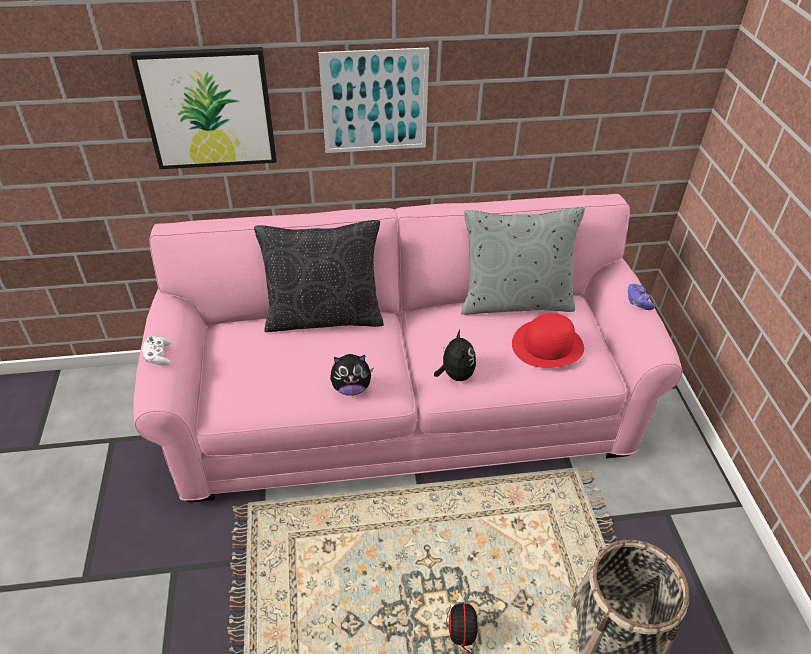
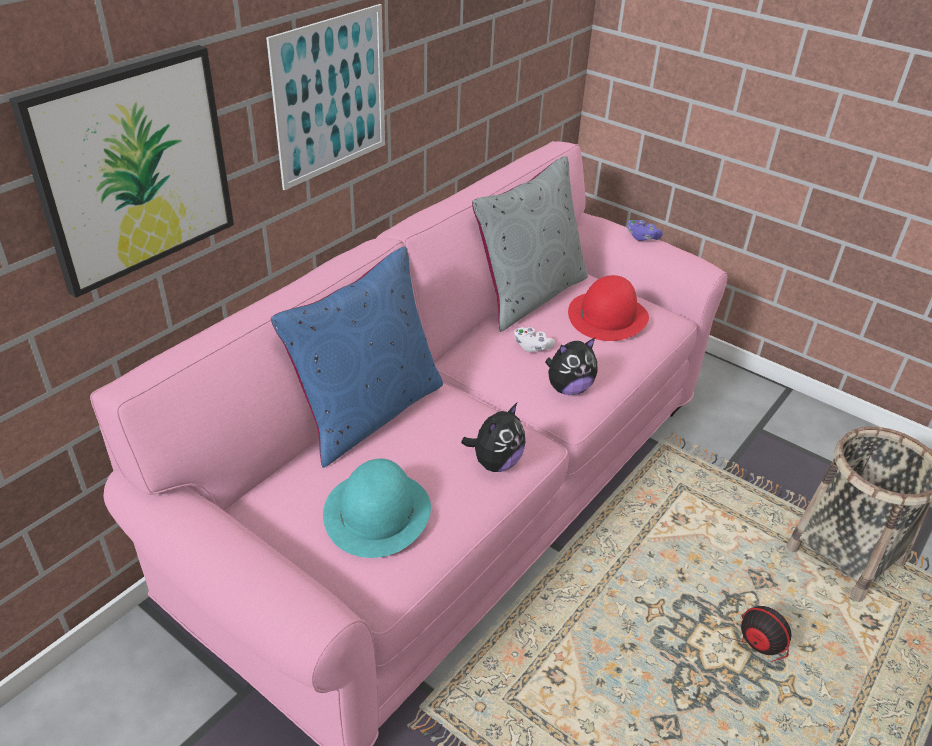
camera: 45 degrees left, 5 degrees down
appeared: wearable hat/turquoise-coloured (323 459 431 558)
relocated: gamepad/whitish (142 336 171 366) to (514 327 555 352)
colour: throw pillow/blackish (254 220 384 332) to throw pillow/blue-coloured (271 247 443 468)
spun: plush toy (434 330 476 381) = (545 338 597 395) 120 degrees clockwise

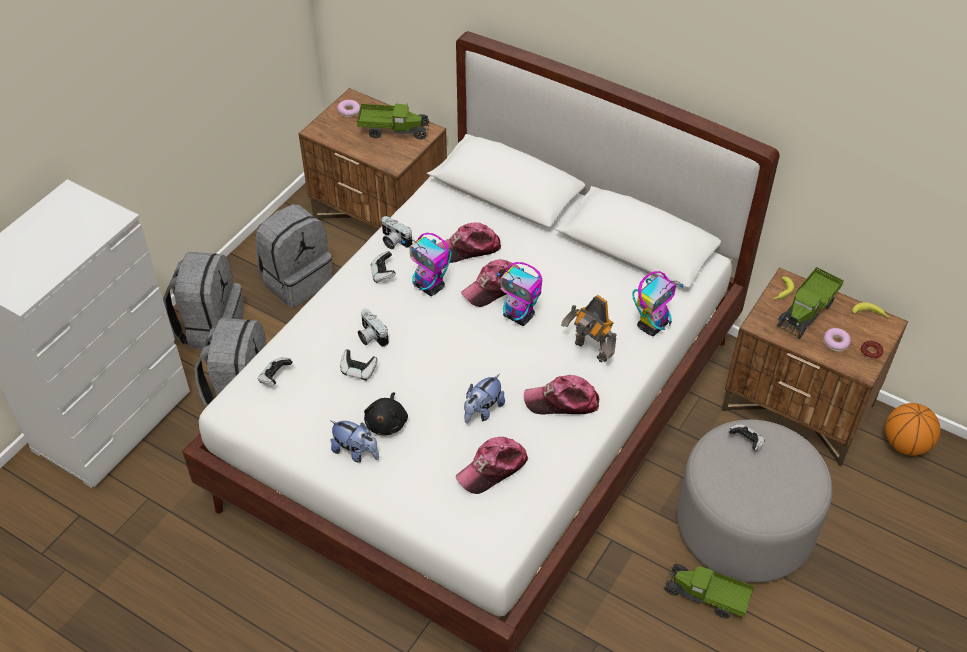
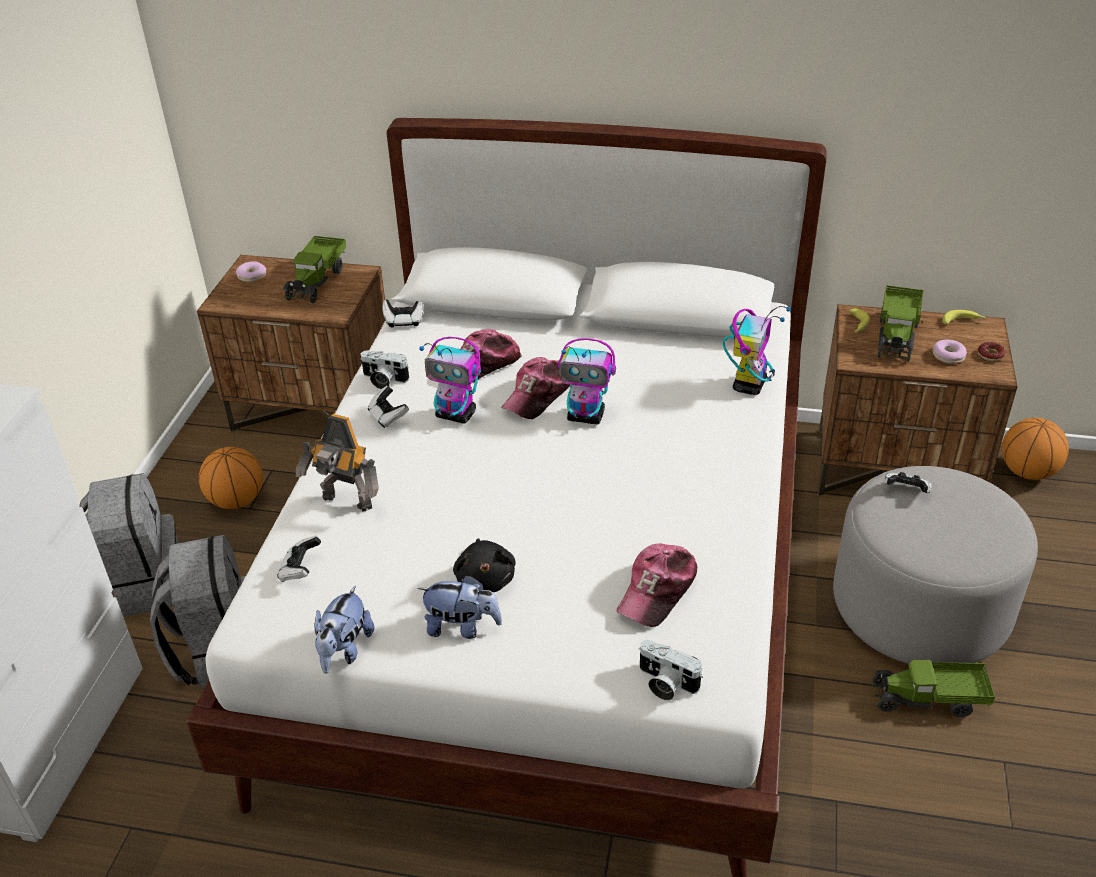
camera: 20 degrees left, 10 degrees down
missing: cap (524 375 599 414)
relocated: gamepad (340 349 378 380) to (382 300 424 327); photo camera (358 309 389 347) to (639 640 703 700); plush toy (464 374 505 424) to (314 585 374 674); robot figure (561 295 617 362) to (296 414 379 511)
exchanged: knapsack/grey (255 204 333 307) to basketball (199 447 263 509)
spun: toy lorry (357 104 429 139) = (283 236 346 303) 120 degrees clockwise

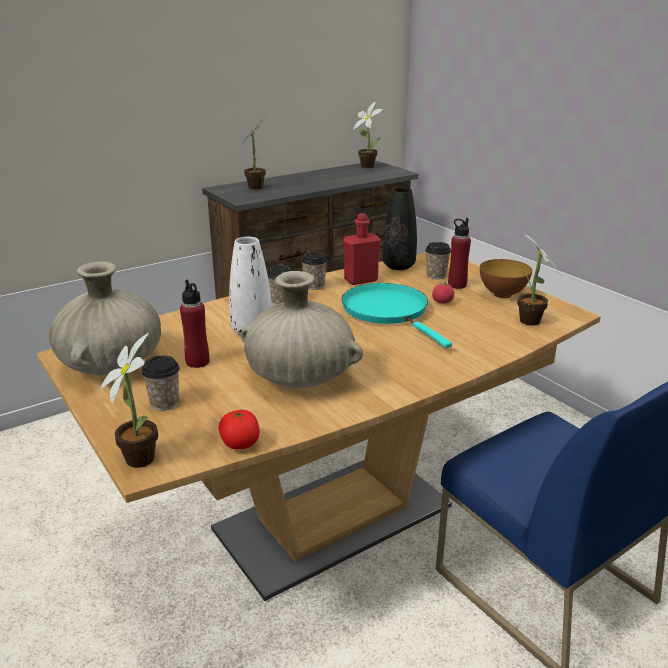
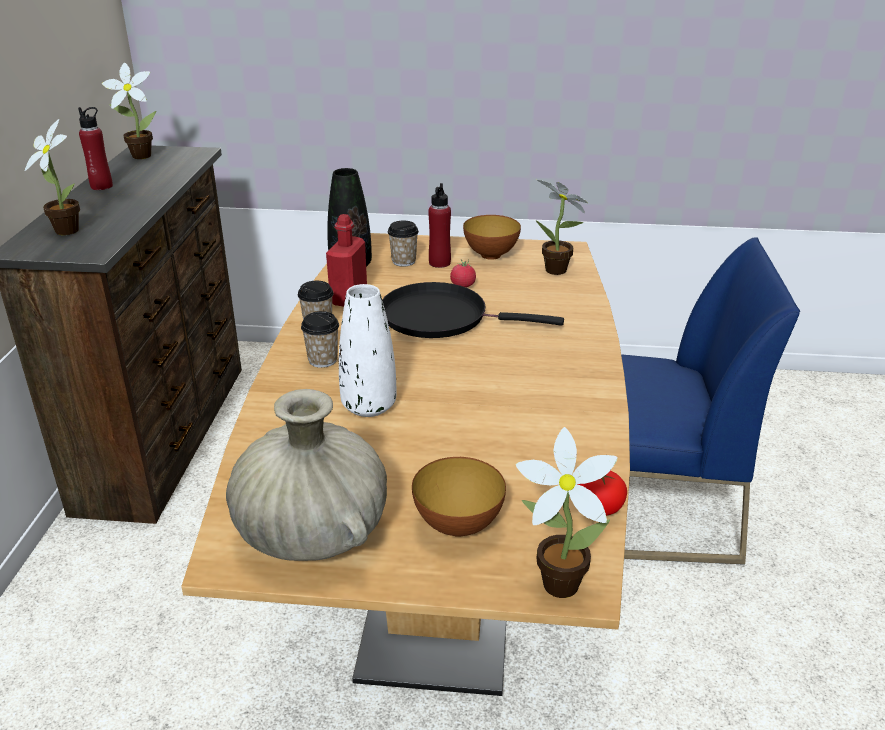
camera: 50 degrees left, 5 degrees up
missing: vase/beige-coloured (241 271 363 388)
relocated: beverage bottle/red (180 280 209 368) to (78 107 113 190)
exchanged: drinking cup (141 356 179 410) to serving bowl (412 457 506 537)
colour: pan/turquoise-coloured (342 283 452 348) to pan/blackish (382 282 564 338)

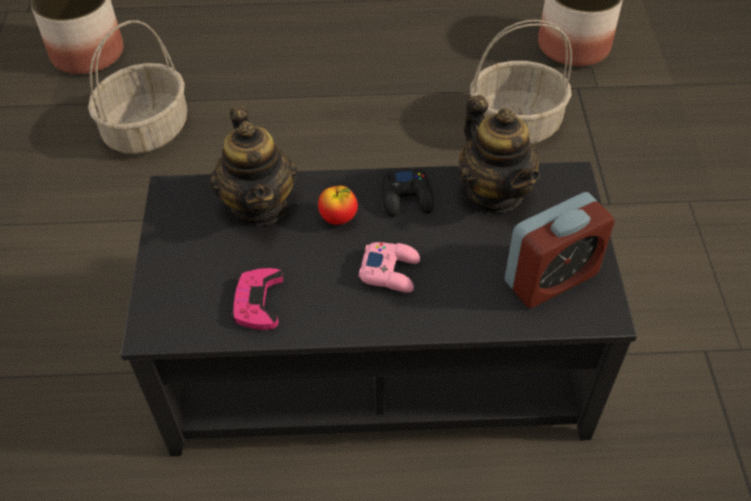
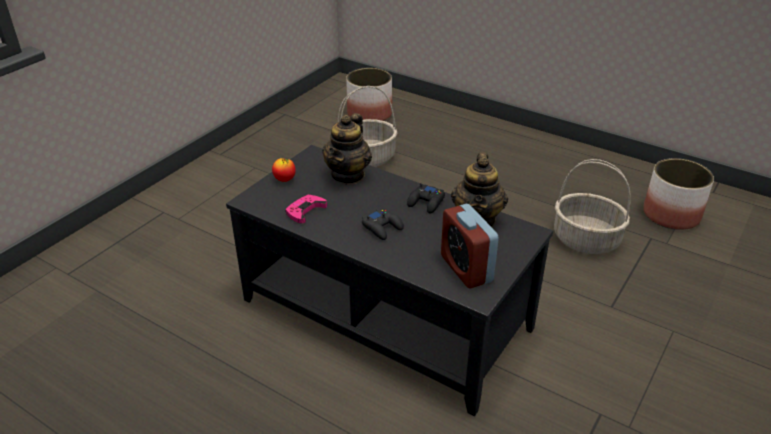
camera: 35 degrees right, 15 degrees down
relocated: apple (318 186 358 225) to (272 158 296 182)
colour: gamepad/pinkish (359 242 420 293) to gamepad/blackish (362 209 404 240)
spun: table clock (505 192 615 308) = (441 204 499 289) 60 degrees clockwise

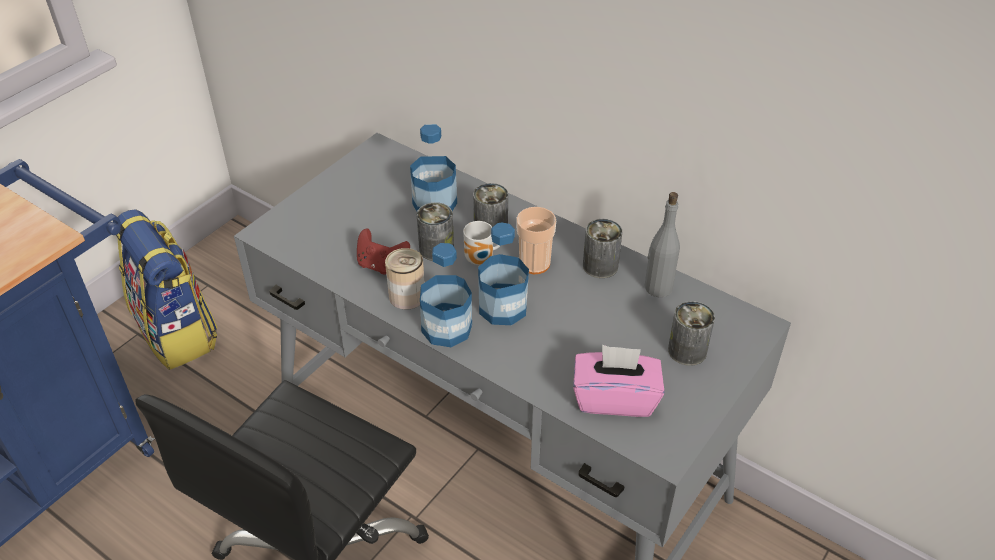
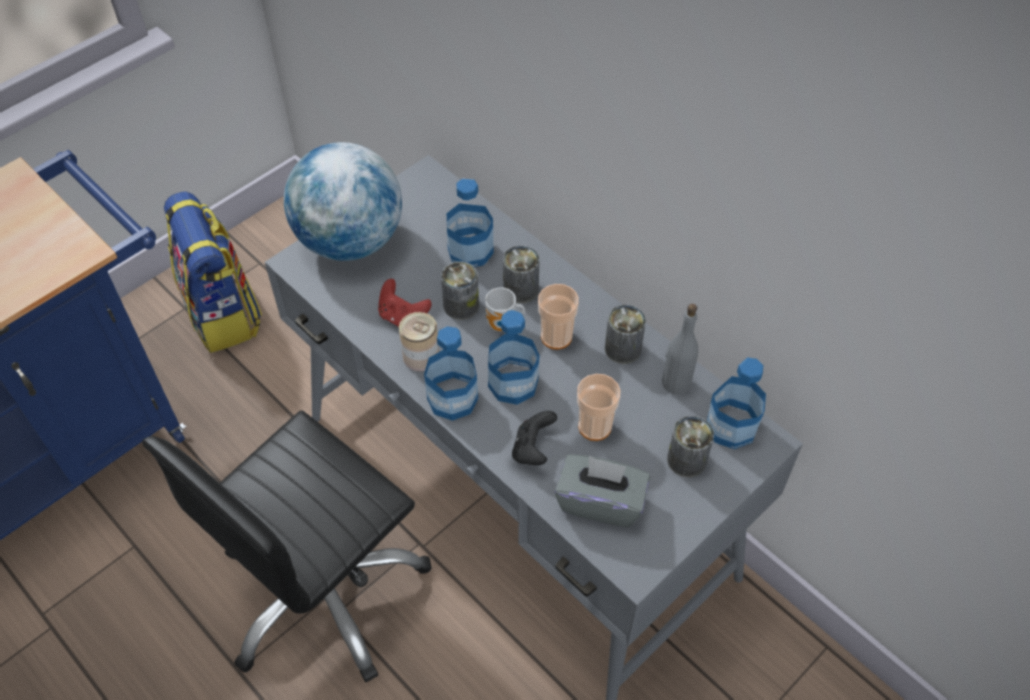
camera: 10 degrees right, 10 degrees up
appeared: world globe (284 142 402 261); gamepad/blackish (512 411 557 465); drinking cup (577 374 621 441); beverage bottle (707 357 766 449)
colour: box of tissues/pinkish (573 345 664 417) to box of tissues/grey (555 454 650 528)

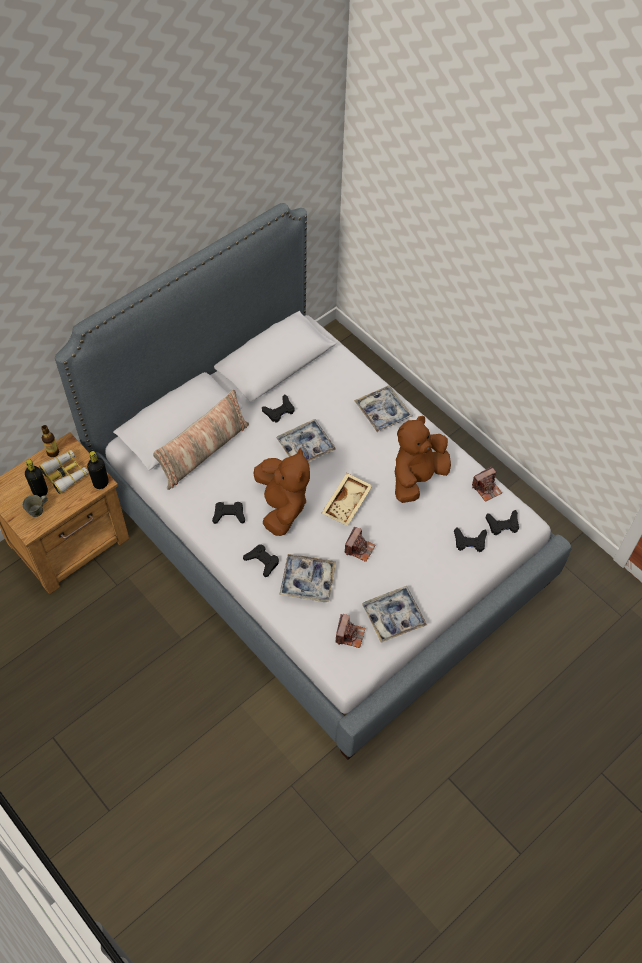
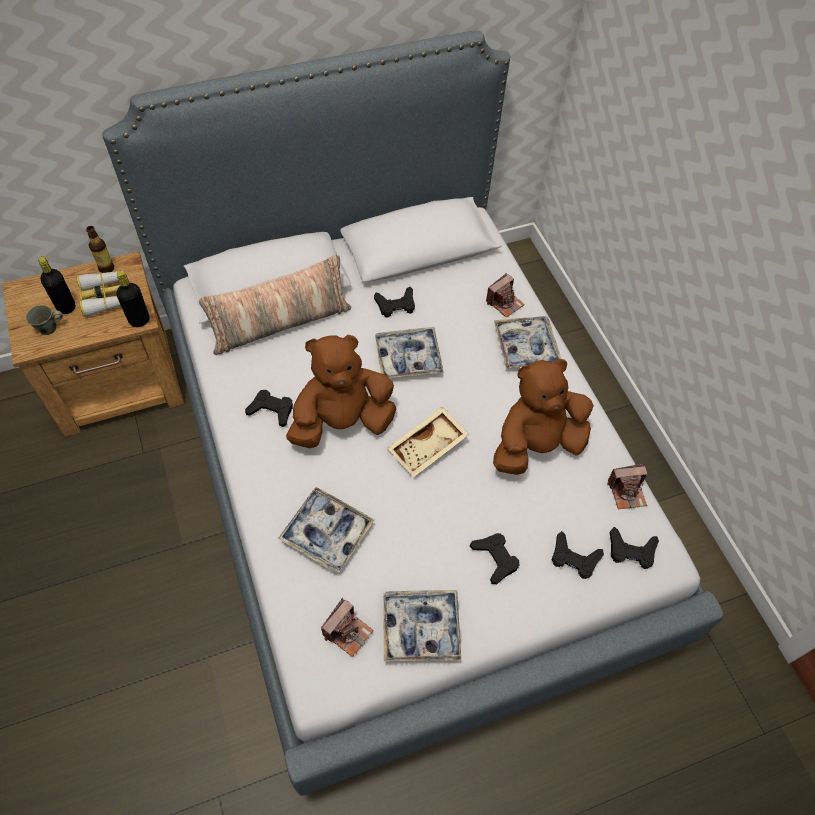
camera: 20 degrees right, 0 degrees up
relocated: gamepad/blackish (243 544 279 577) to (470 533 520 584); photo camera (345 527 376 562) to (486 273 525 318)
spun: plush toy/brown-coloured (253 448 310 536) = (286 335 396 448) 120 degrees counterclockwise

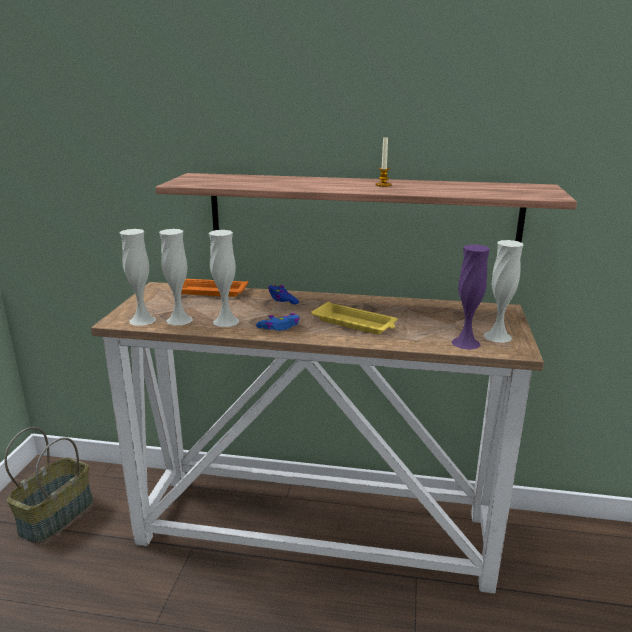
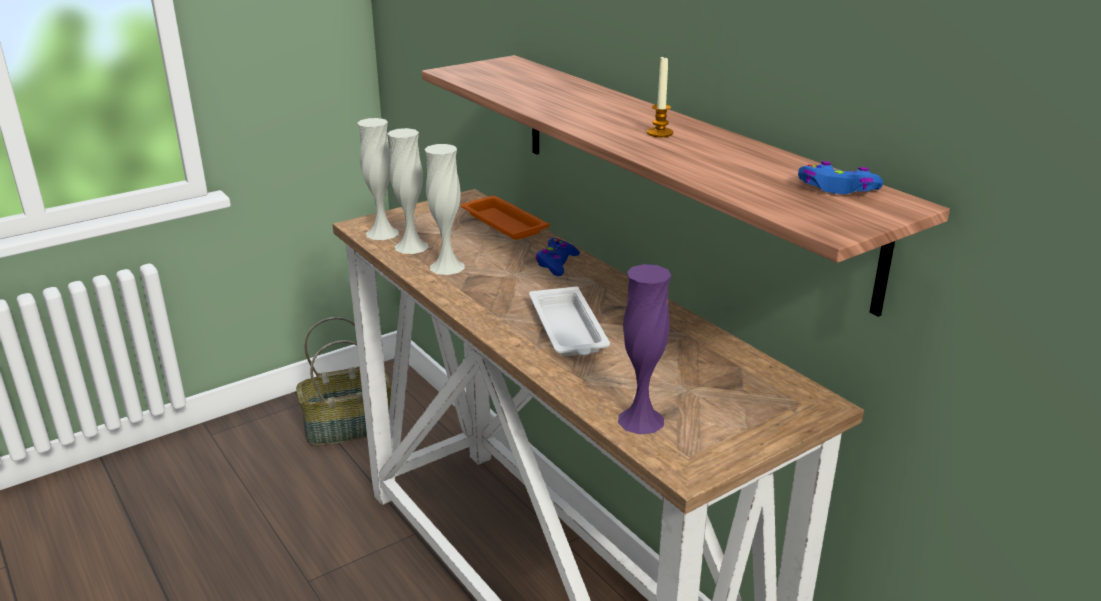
camera: 45 degrees right, 5 degrees up
missing: vase/whitish (483 240 523 343)
relocated: gamepad/blue-coloured (256 313 300 331) to (798 161 883 194)
colour: carrying tray/yellow-coloured (311 302 397 334) to carrying tray/whitish (529 286 610 356)

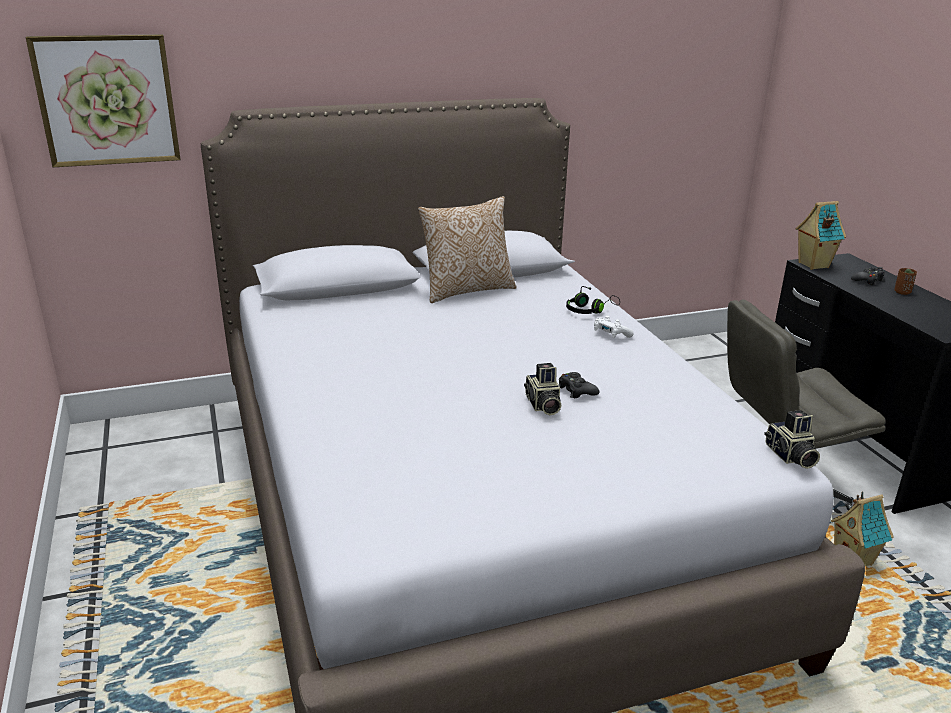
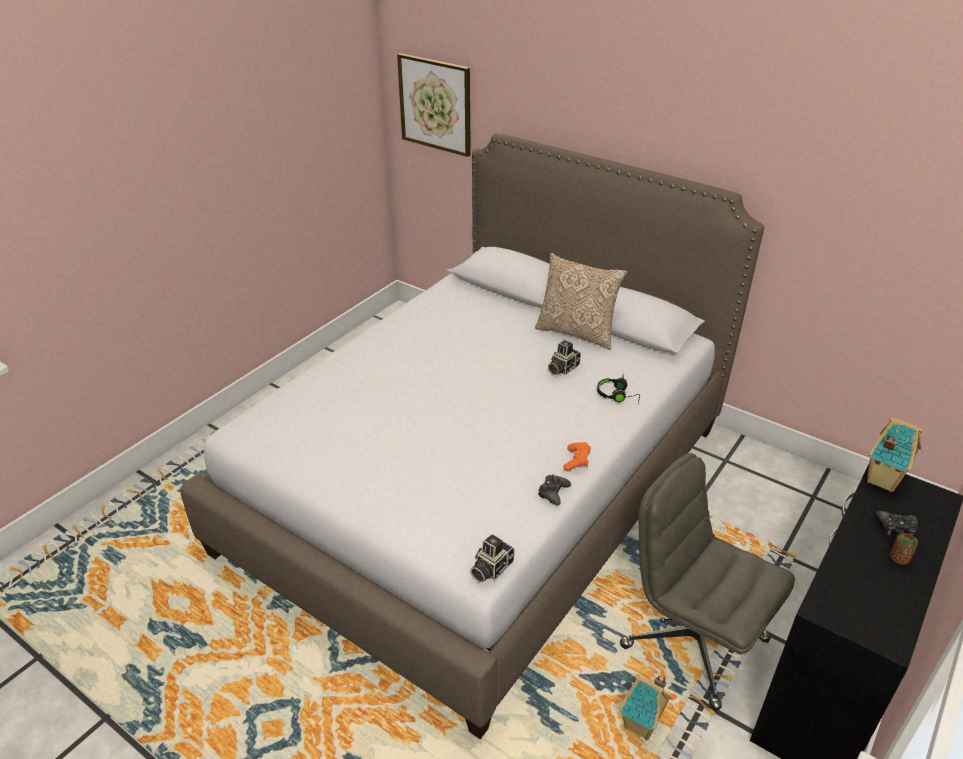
camera: 55 degrees right, 10 degrees up
missing: gamepad/whitish (594 316 634 338)
appeared: gamepad/orange-coloured (563 442 591 471)
relocated: photo camera (524 363 561 415) to (548 340 581 375); gamepad/blackish (559 372 600 399) to (538 474 571 506)

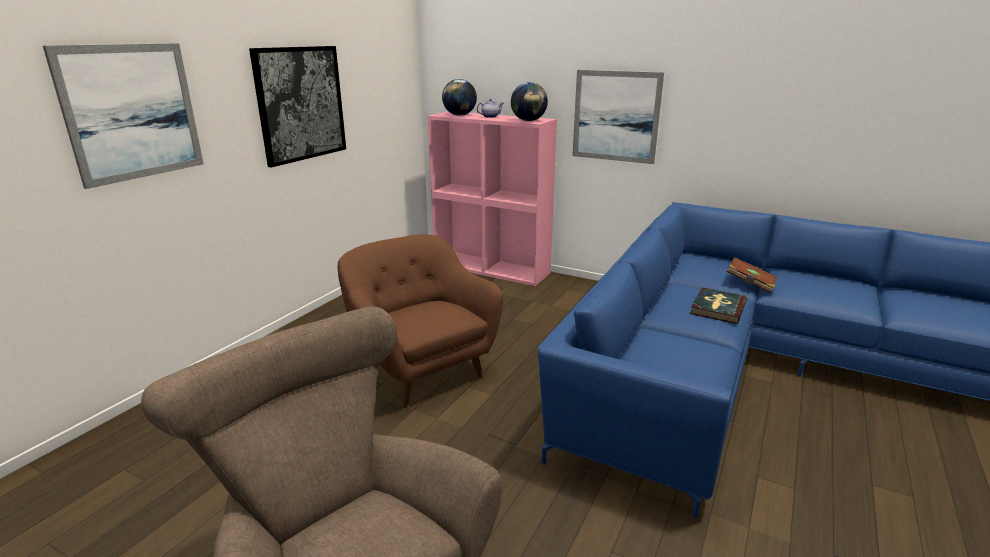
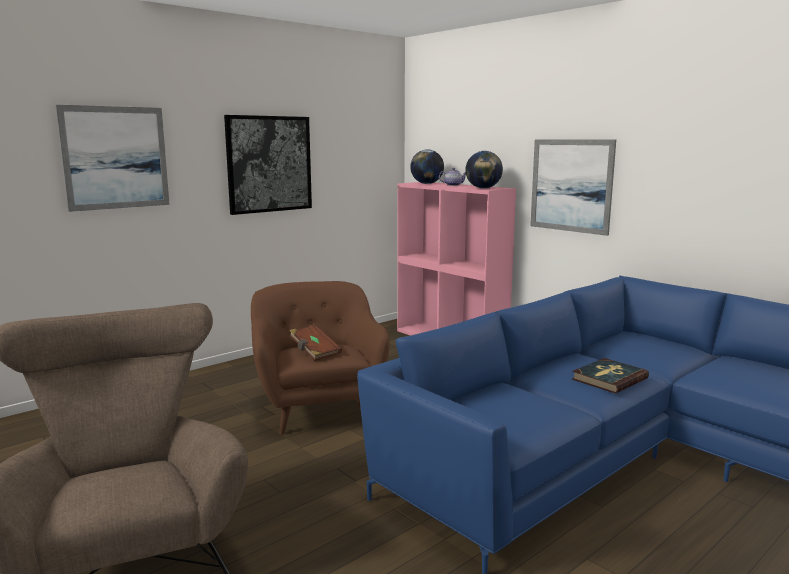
camera: 20 degrees right, 10 degrees down
relocated: volume/brown-coloured (727 257 777 293) to (289 325 342 361)

